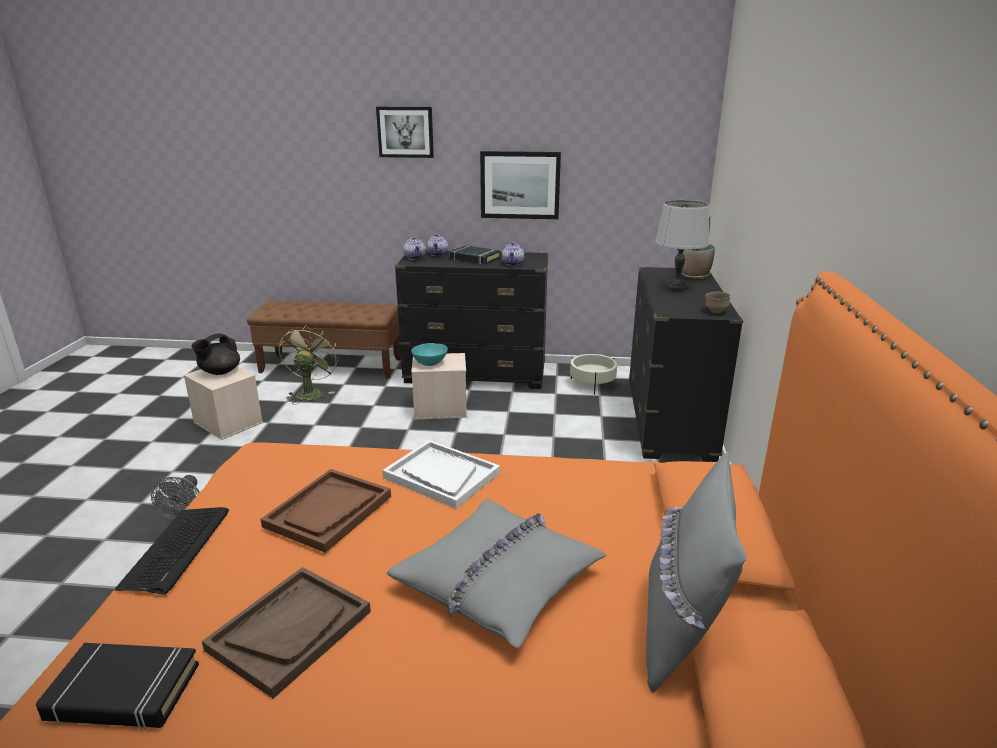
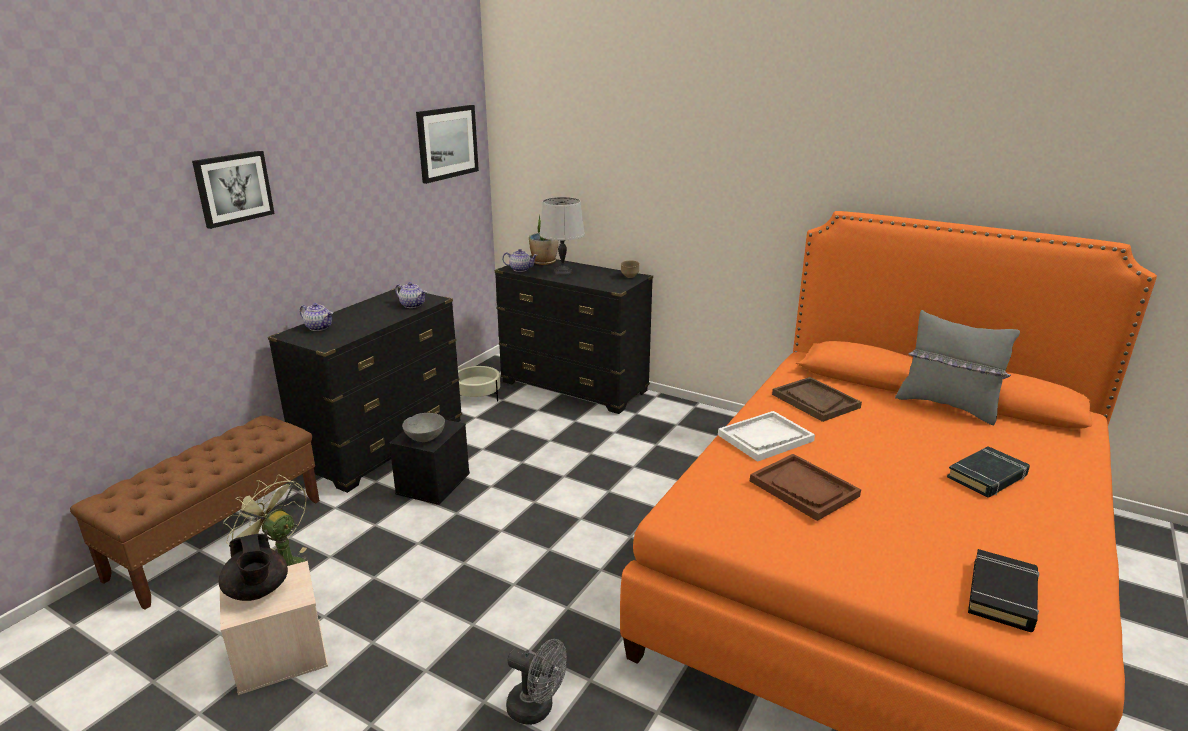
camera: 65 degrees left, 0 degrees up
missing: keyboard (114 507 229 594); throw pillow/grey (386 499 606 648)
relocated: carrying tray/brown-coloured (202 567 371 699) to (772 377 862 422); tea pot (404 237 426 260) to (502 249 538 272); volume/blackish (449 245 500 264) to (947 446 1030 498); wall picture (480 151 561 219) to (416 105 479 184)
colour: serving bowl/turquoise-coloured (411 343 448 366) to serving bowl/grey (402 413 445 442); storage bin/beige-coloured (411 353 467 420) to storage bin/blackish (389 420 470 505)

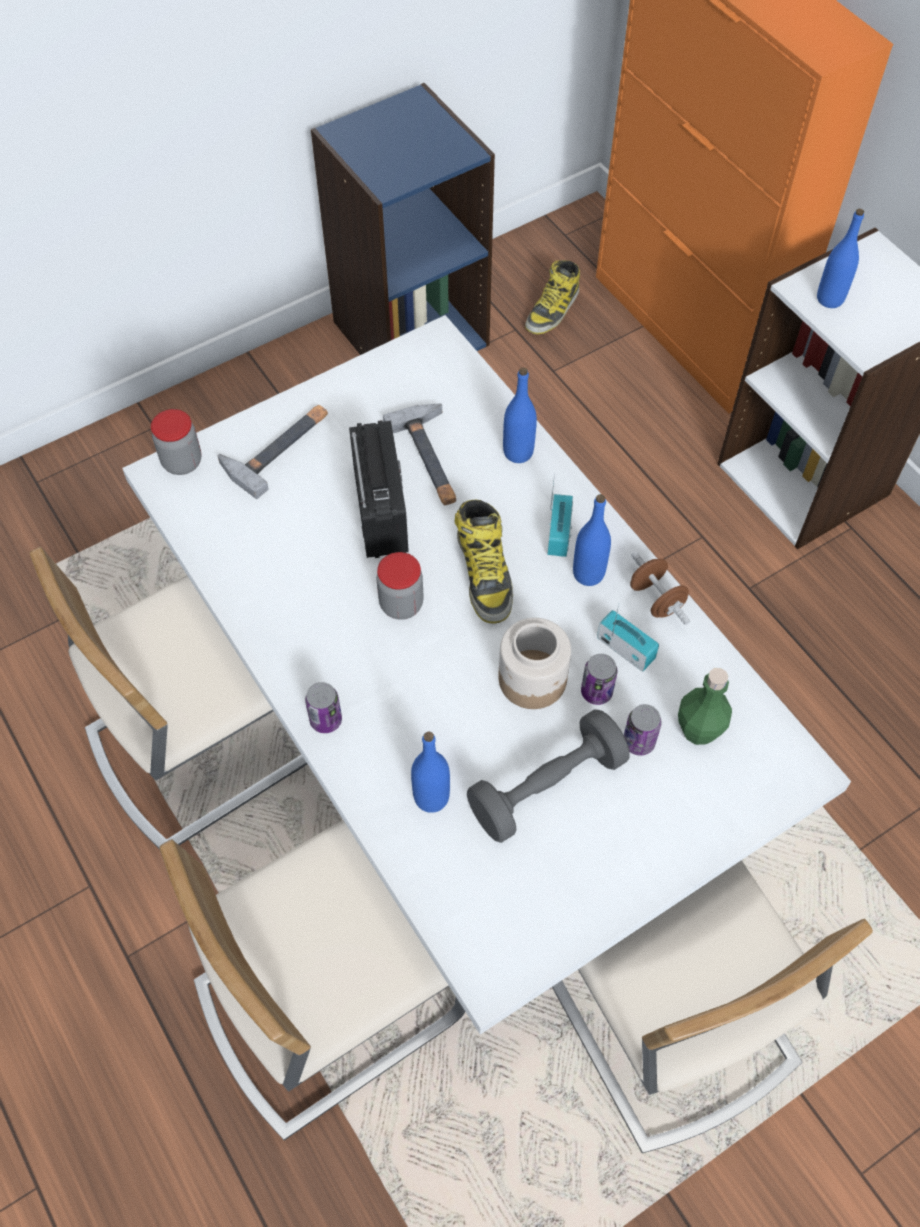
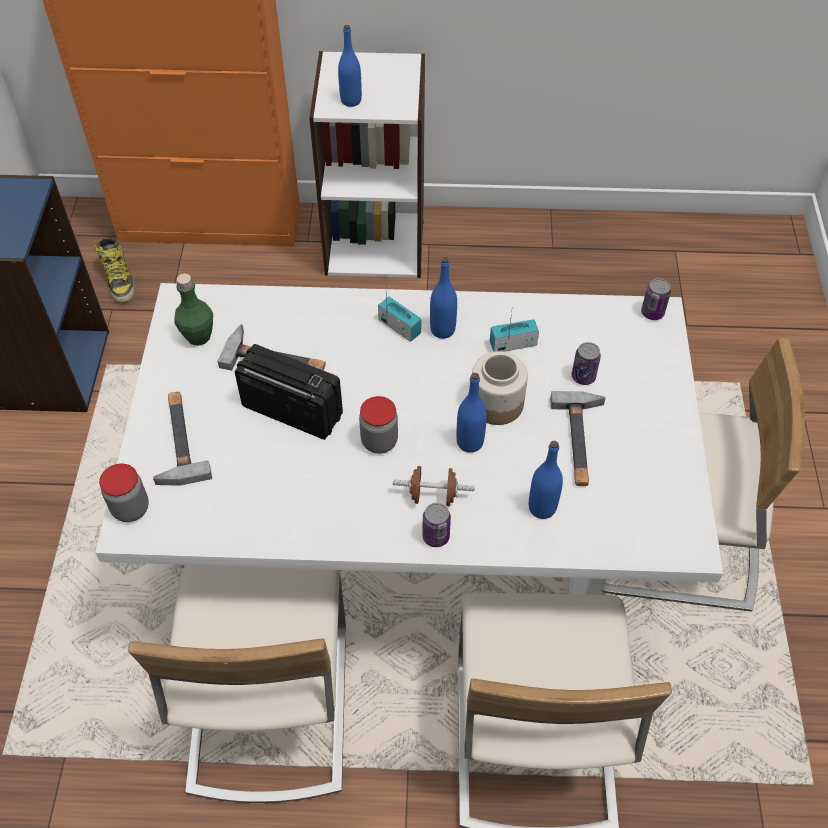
camera: 55 degrees left, 5 degrees down
missing: boot (455 499 513 623)
relocated: beverage bottle/blue-coloured (503 368 537 463) to (456 373 487 453); metal can (581 654 617 705) to (641 278 671 320); hand weight/brown-coloured (630 552 690 625) to (393 466 475 506); beverage bottle/green-coloured (678 668 732 745) to (174 273 213 346)
exchanged: hand weight/grey (467 709 630 843) to hand hammer (550 391 605 486)

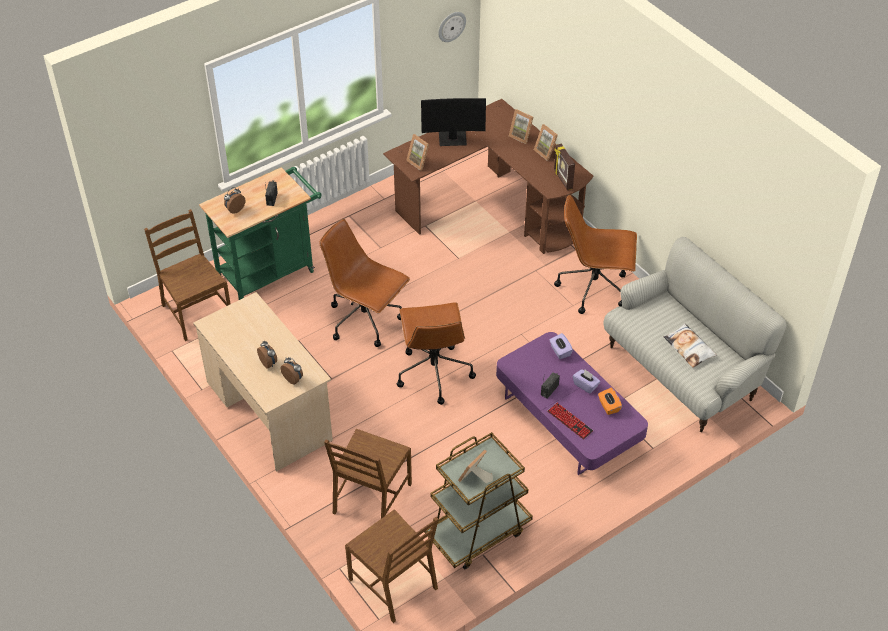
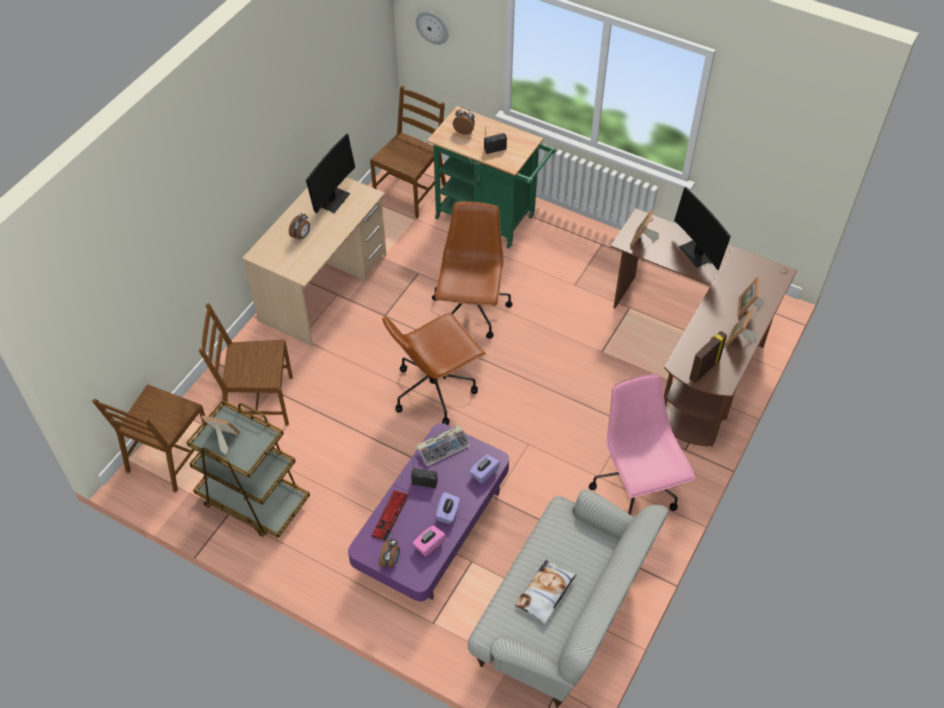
camera: 65 degrees right, 5 degrees up
appeared: computer display (306 134 355 213); keyboard (416 425 470 466)
relocated: table clock (280 357 303 384) to (379 538 400 567); clock on the wall (438 12 466 42) to (416 11 449 45)
colour: office chair/brown-coloured (554 195 637 314) to office chair/pinkish (589 374 695 515); box of tissues/orange-coloured (598 388 622 415) to box of tissues/pinkish (413 525 445 557)

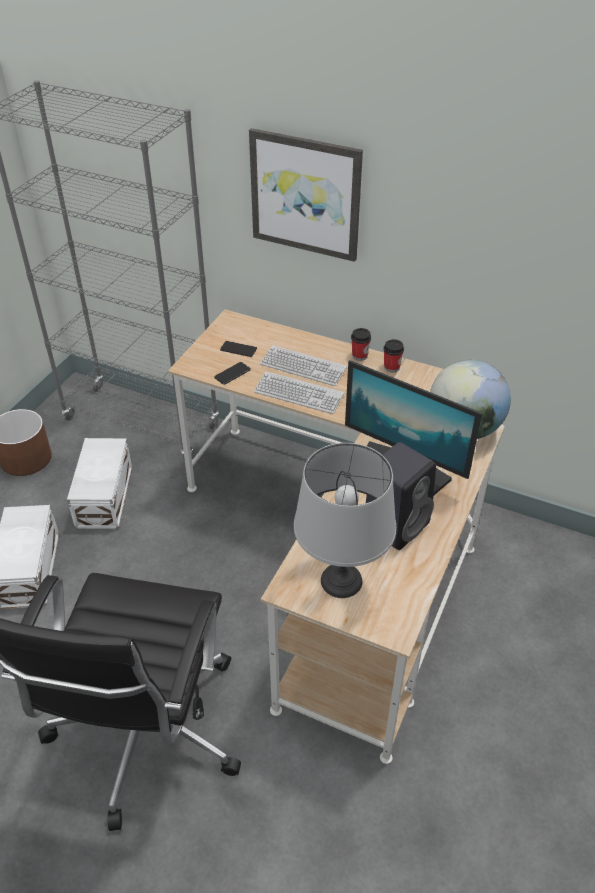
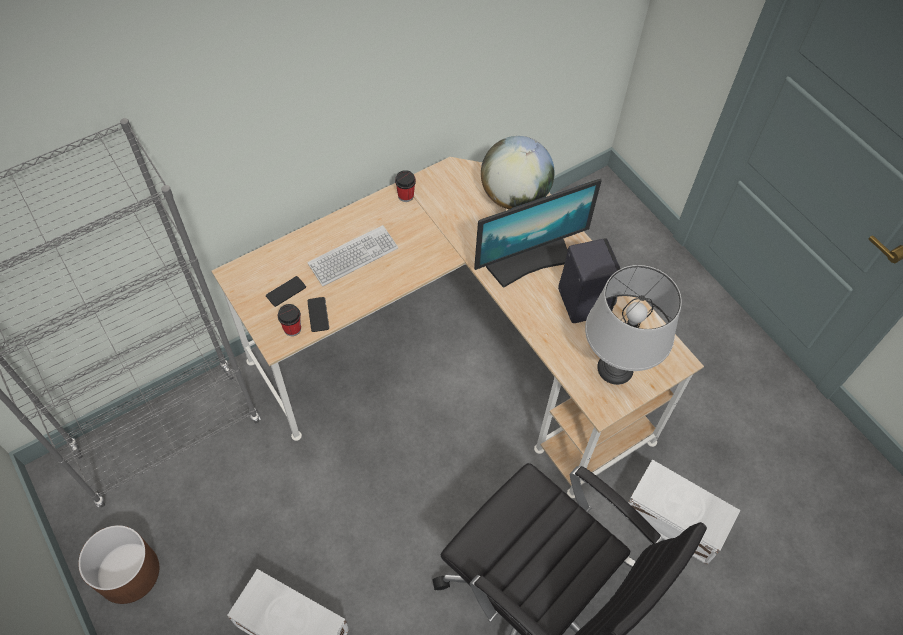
camera: 60 degrees left, 15 degrees up
missing: wall picture (249 128 363 262); keyboard (254 371 344 414)
relocated: storage bin/whitish (67 438 132 529) to (628 460 740 565); drinking cup (351 328 371 361) to (278 304 301 336)

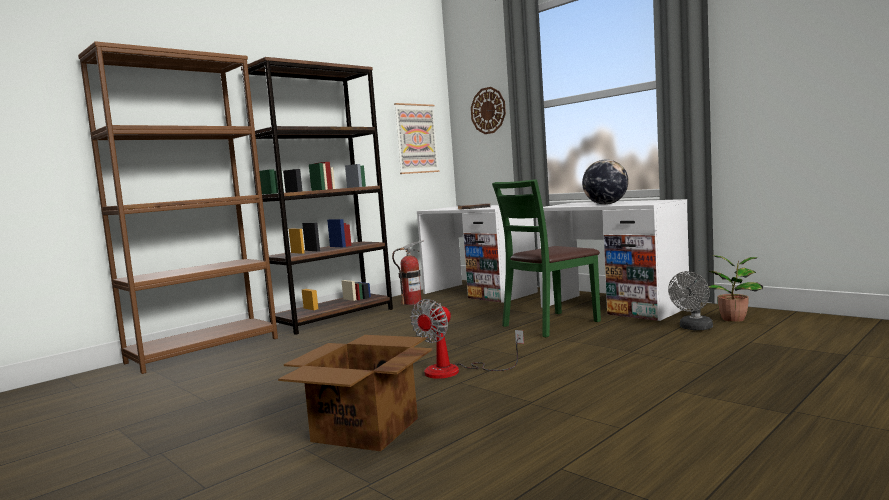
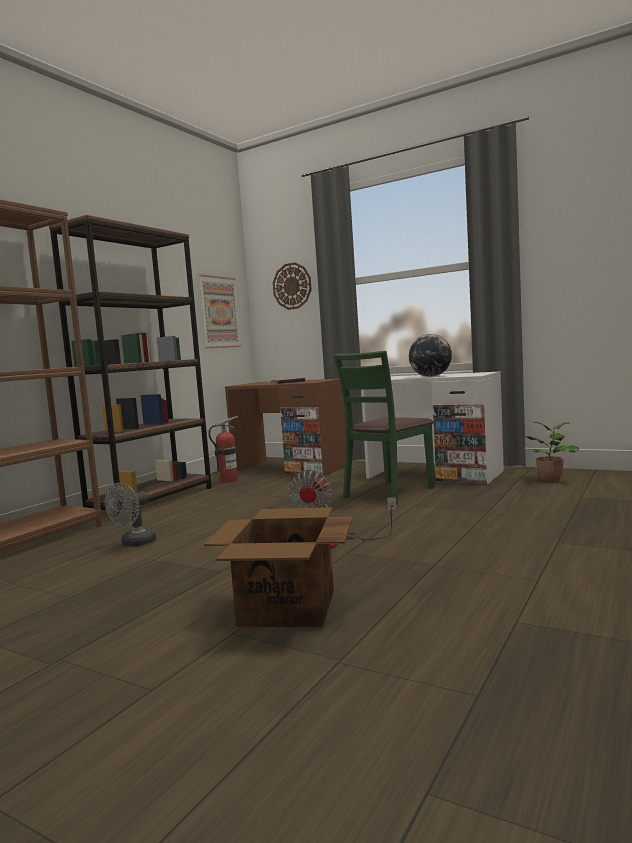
camera: 15 degrees left, 0 degrees up
relocated: electric fan/grey (668 271 713 330) to (105 483 156 546)
colour: desk unit/whitish (417 205 538 303) to desk unit/brown-coloured (225 379 346 476)

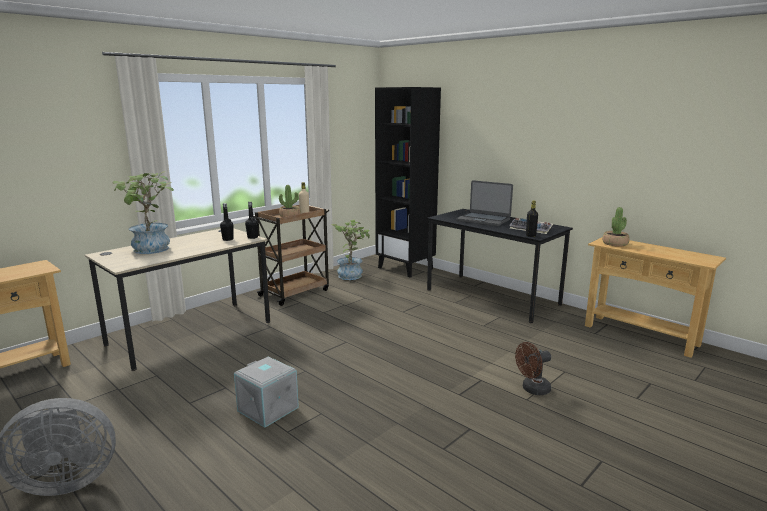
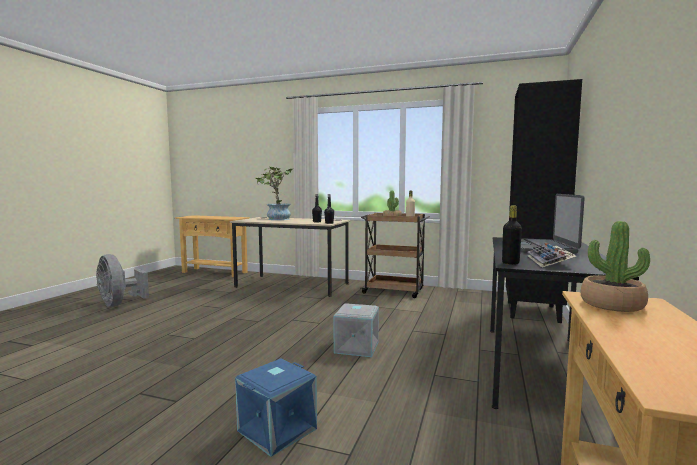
camera: 65 degrees right, 10 degrees down
missing: houseplant (331 219 370 280)
relocated: storage bin/grey (234 356 299 428) to (334 303 379 357)
exchanged: electric fan/brown-coloured (515 342 551 395) to storage bin/blue-coloured (235 359 317 457)

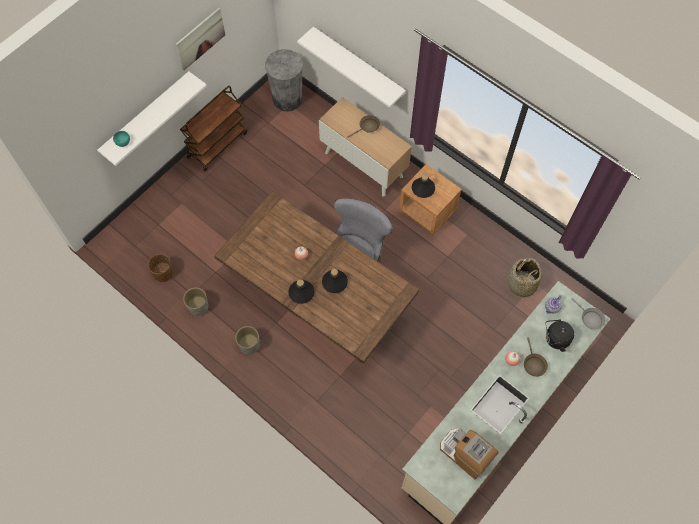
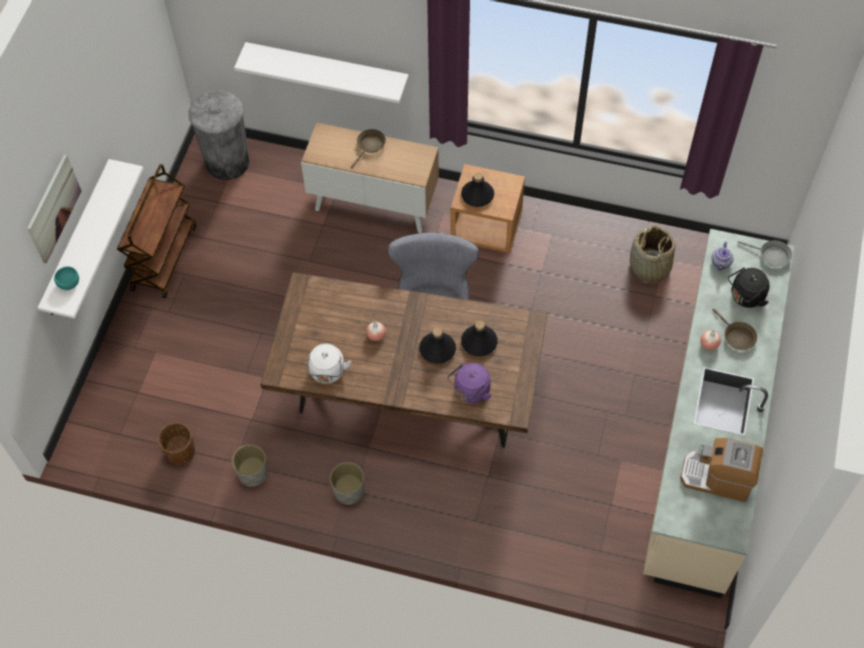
camera: 25 degrees left, 5 degrees down
appeared: tea kettle/whitish (306 344 351 384); tea kettle/purple (448 363 492 403)
relocated: wall picture (176 8 225 70) to (27 154 81 263); beverage bottle/blackish (288 279 315 304) to (461 320 498 357)

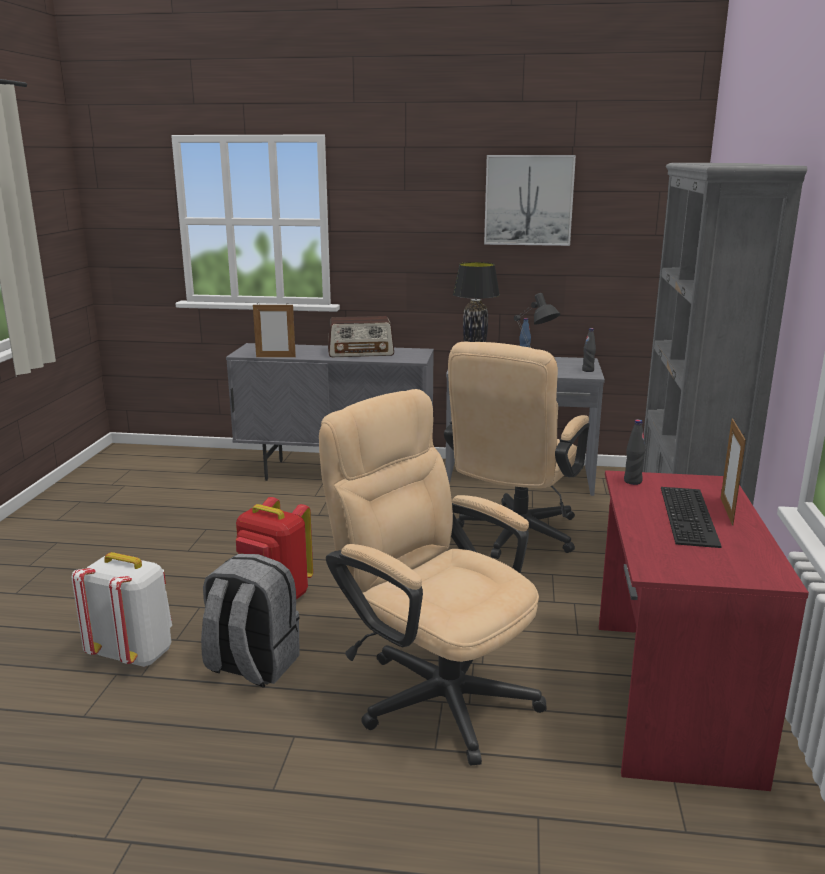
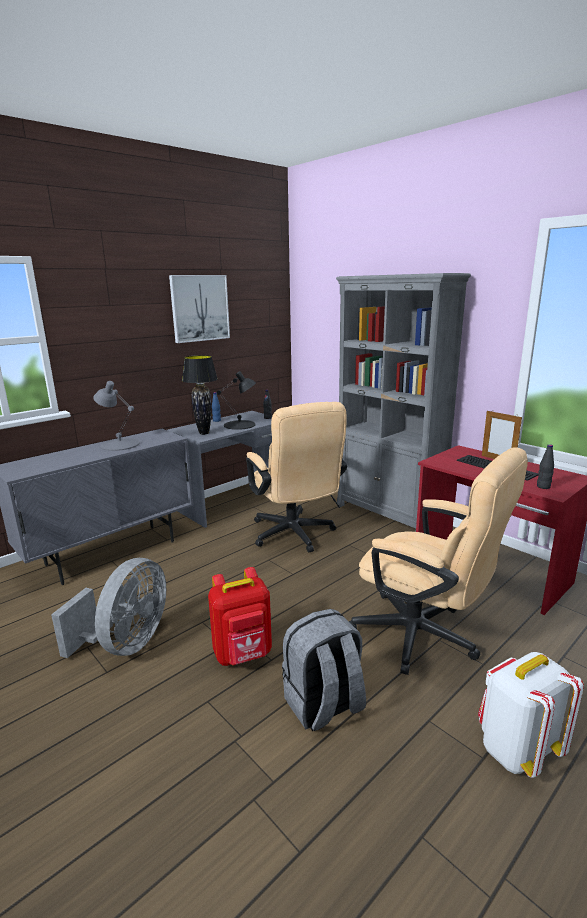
camera: 50 degrees left, 0 degrees up
missing: standing frame (253 305 296 357)
appeared: electric fan/grey (51 558 166 658)
relocated: knapsack/whitish (72 552 172 667) to (478 652 584 778); beverage bottle/blackish (624 419 645 485) to (537 444 554 489)
exchanged: radio receiver (328 316 394 357) to tabletop lamp/grey (93 381 140 451)
spun: office chair/beige-coloured (319 389 546 766) = (349 447 528 675) 135 degrees counterclockwise

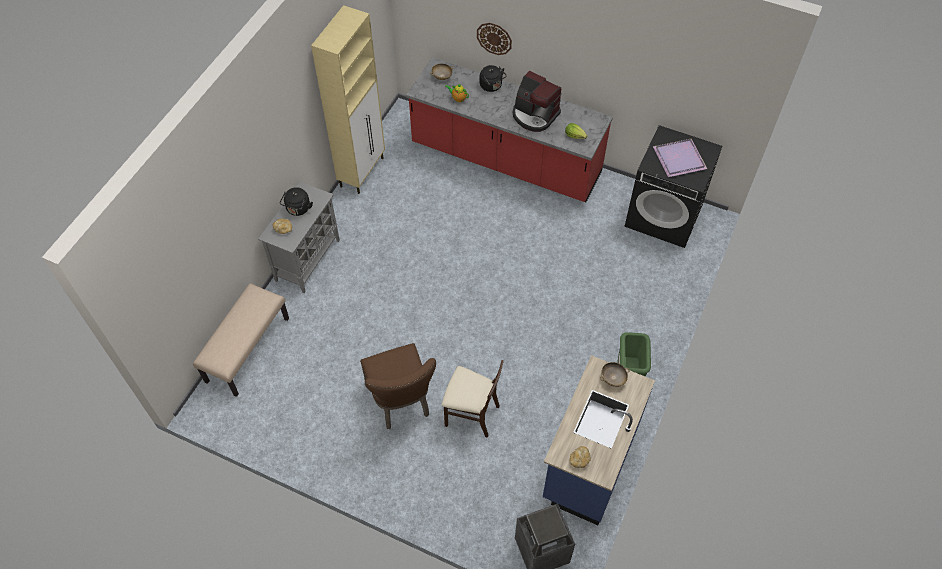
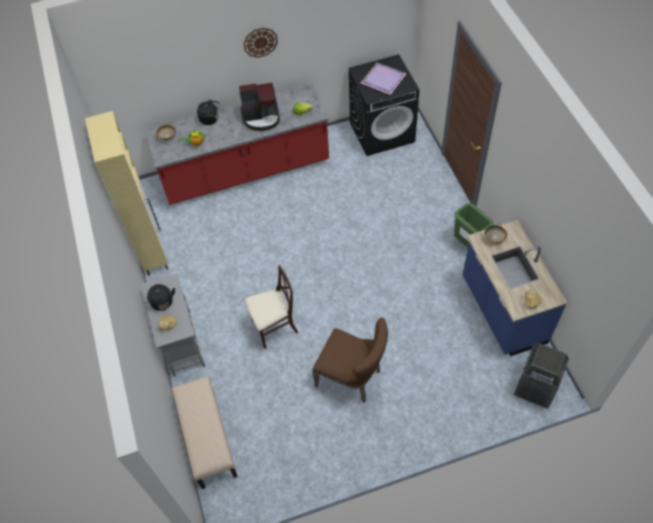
camera: 40 degrees left, 0 degrees up
relocated: upright chair/beige-coloured (442 360 504 438) to (245 265 298 349); clock on the wall (477 23 512 55) to (243 28 278 58)

